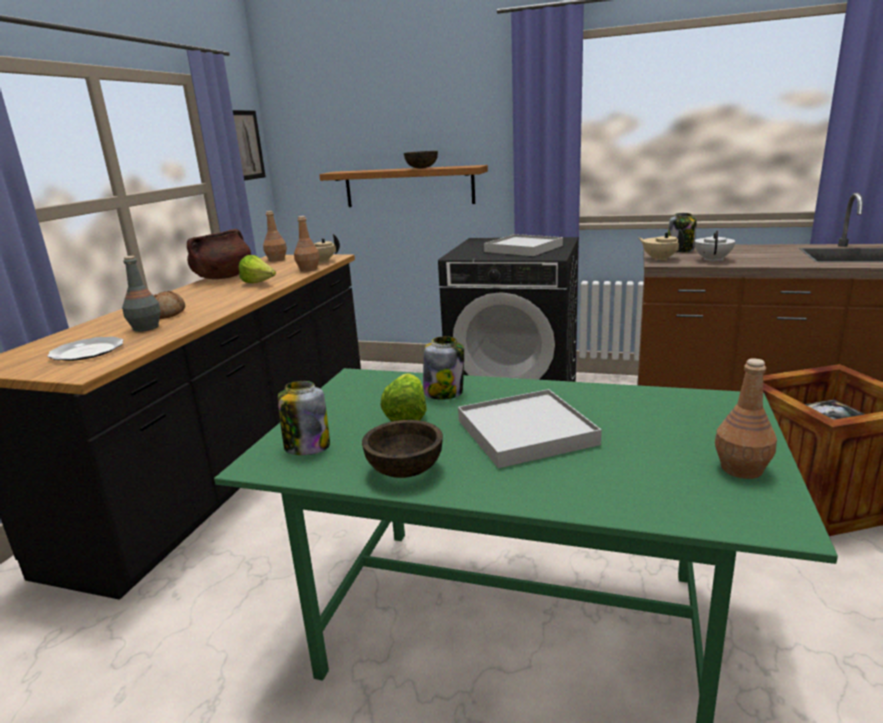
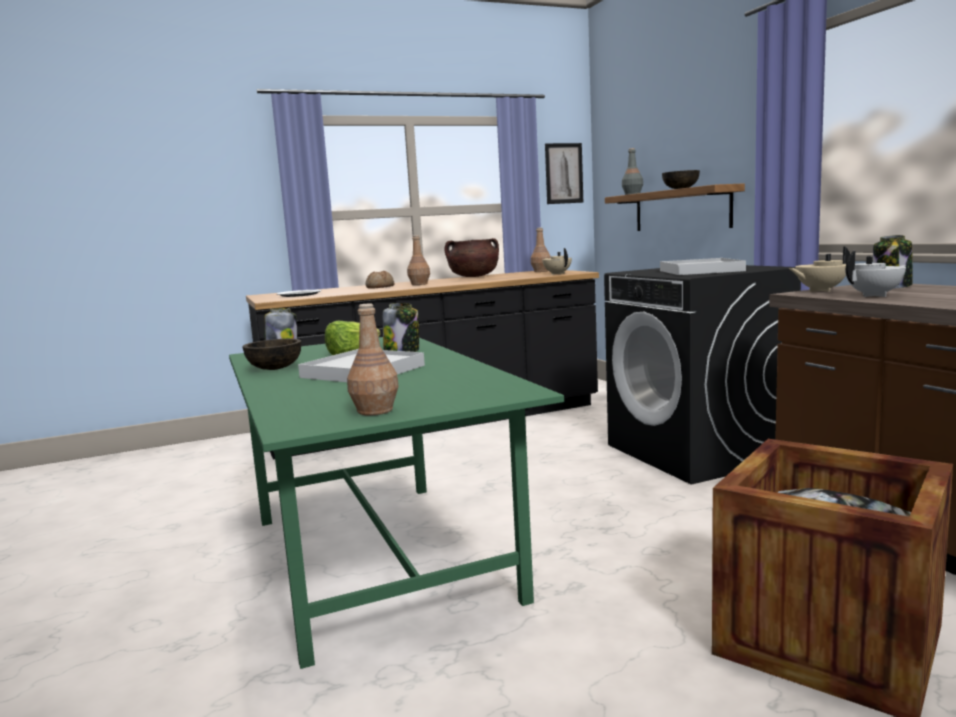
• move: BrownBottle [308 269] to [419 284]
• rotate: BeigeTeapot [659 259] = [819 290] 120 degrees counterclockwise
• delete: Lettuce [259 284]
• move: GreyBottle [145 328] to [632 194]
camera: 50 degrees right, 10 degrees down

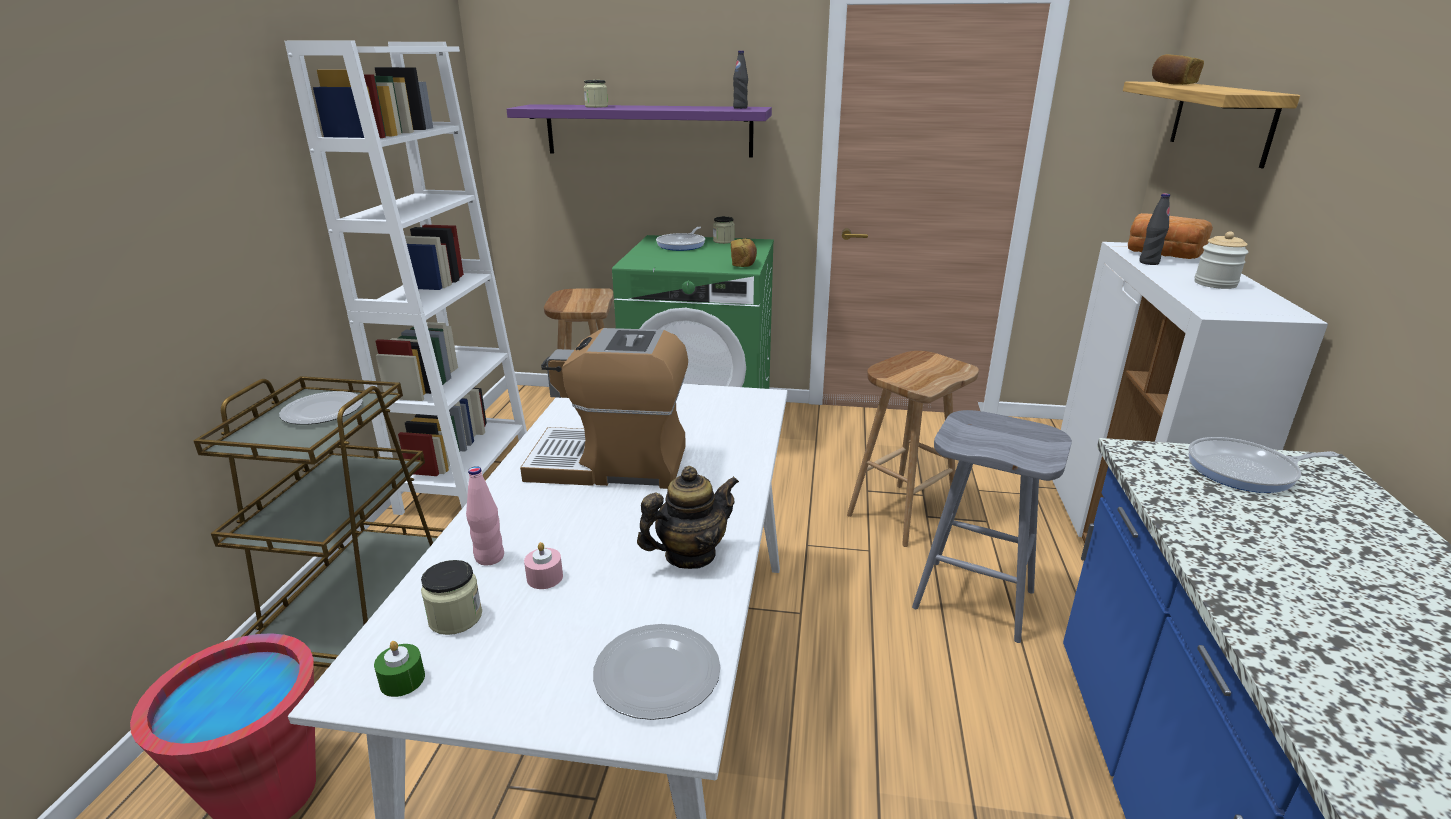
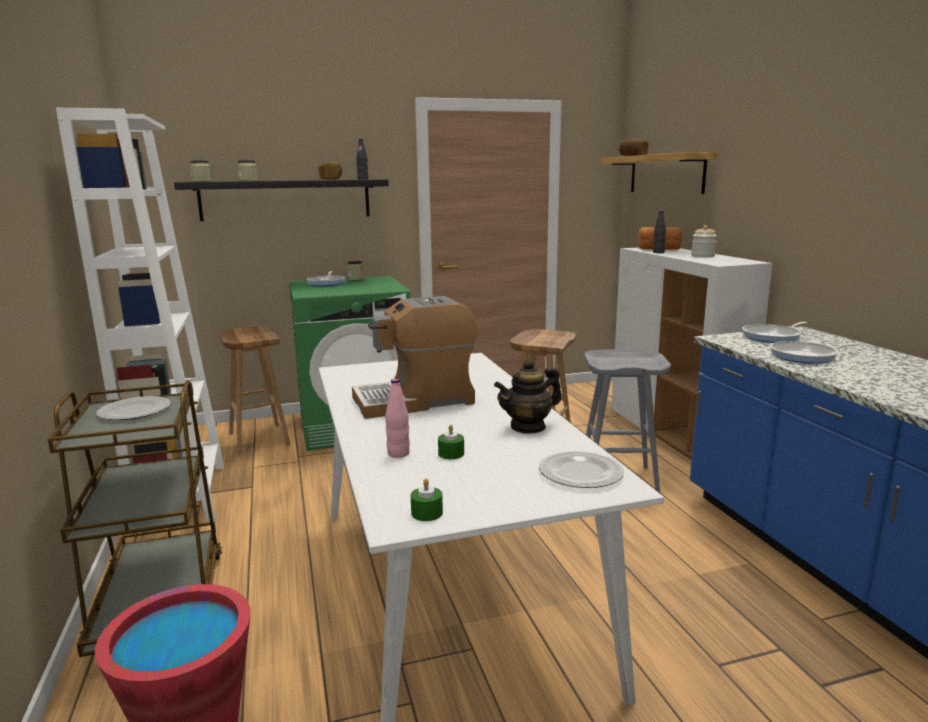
• recolor: PurpleShelf [648 130] to BlackShelf [286 199]
• move: Bread [743 263] to [331 179]
• rotate: Teapot [690 555] = [528 427] 150 degrees counterclockwise
• recolor: PinkCandle [545 577] to GreenCandle [451 453]
• move: Jar [455 617] to [201 181]
• insert: FryingPan [806 356]
camera: 25 degrees left, 10 degrees down

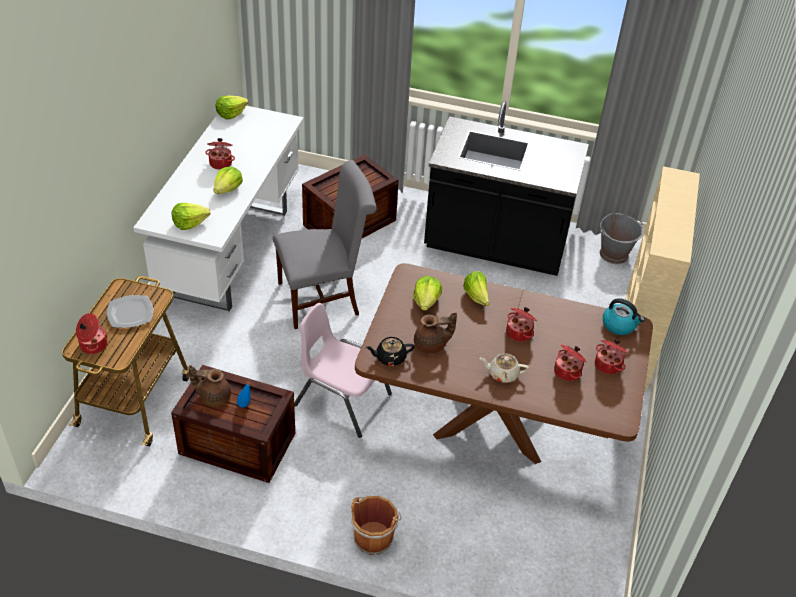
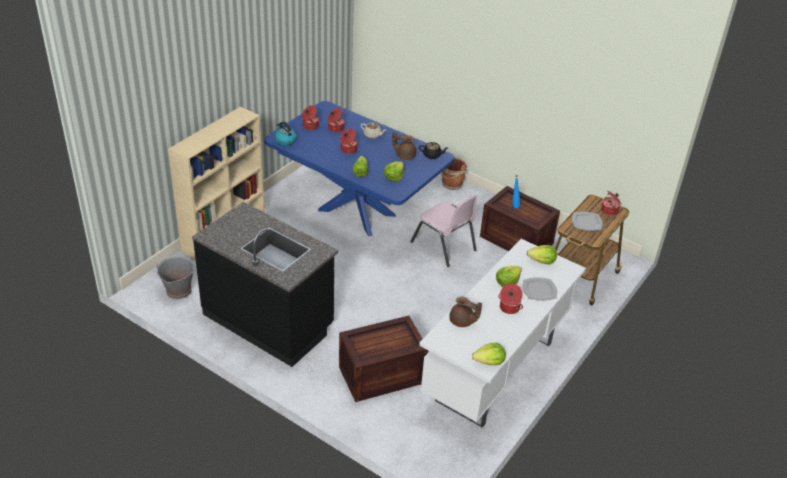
• delete: GreyChair [324 298]
• recolor: BrownDiningTable [493 425] to BlueDiningTable [356 212]
• move: BrownTeapot [213 396] to [462 322]
• insert: Plate [539 290]
camera: 160 degrees left, 5 degrees down

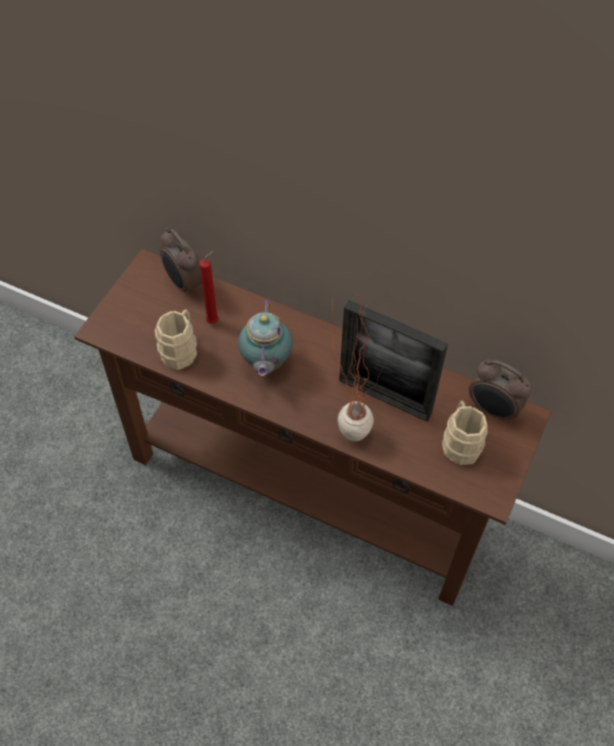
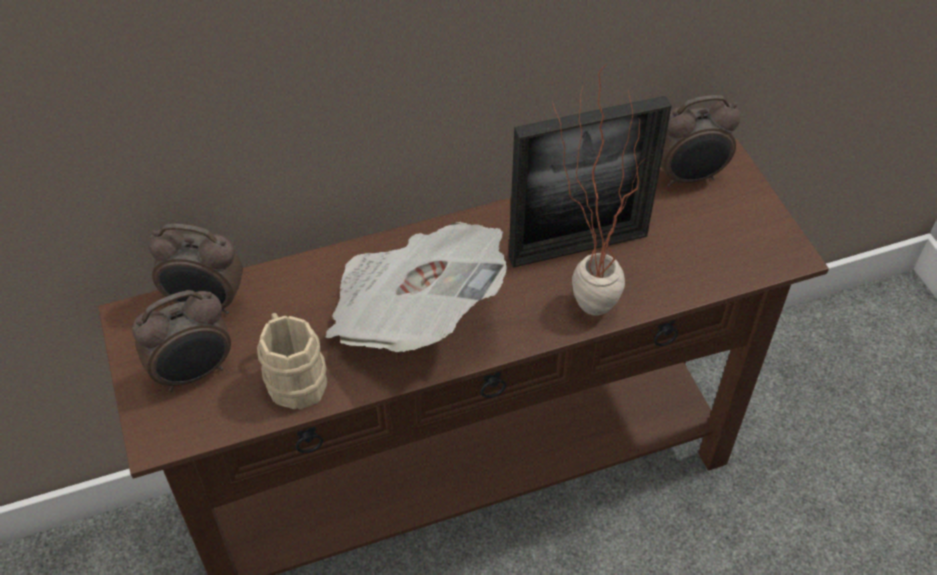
• delete: RedCandle [214 321]
• replace: Teapot [265 364] to Newspaper [413 313]
• delete: BeigeMug [460 442]
• insert: AlarmClock [194 373]
camera: 45 degrees left, 5 degrees down

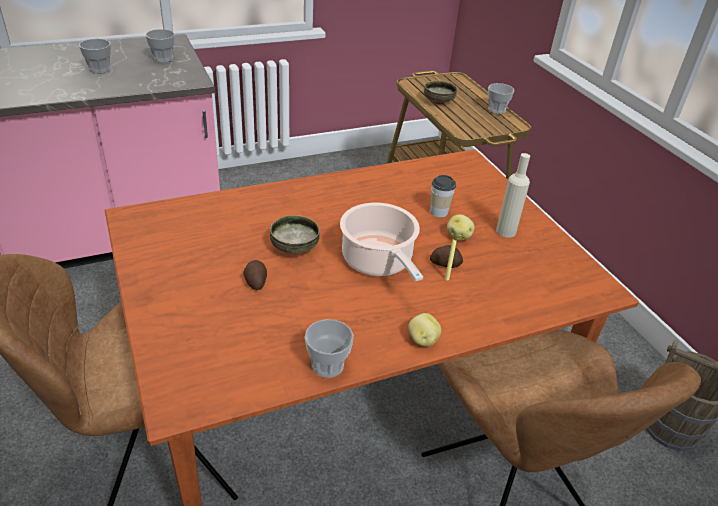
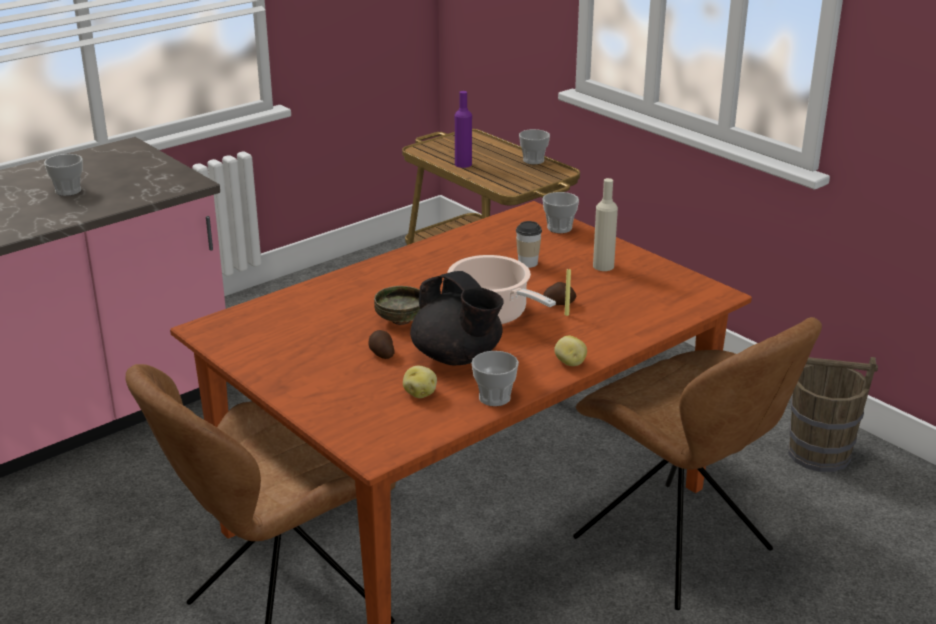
• move: Cup [163 58] to [559 228]
• replace: Bowl [438 102] to PurpleBottle [463 164]
• move: Potato [458 236] to [420 393]
• insert: BlackTeapot [458 357]
camera: 15 degrees left, 10 degrees down

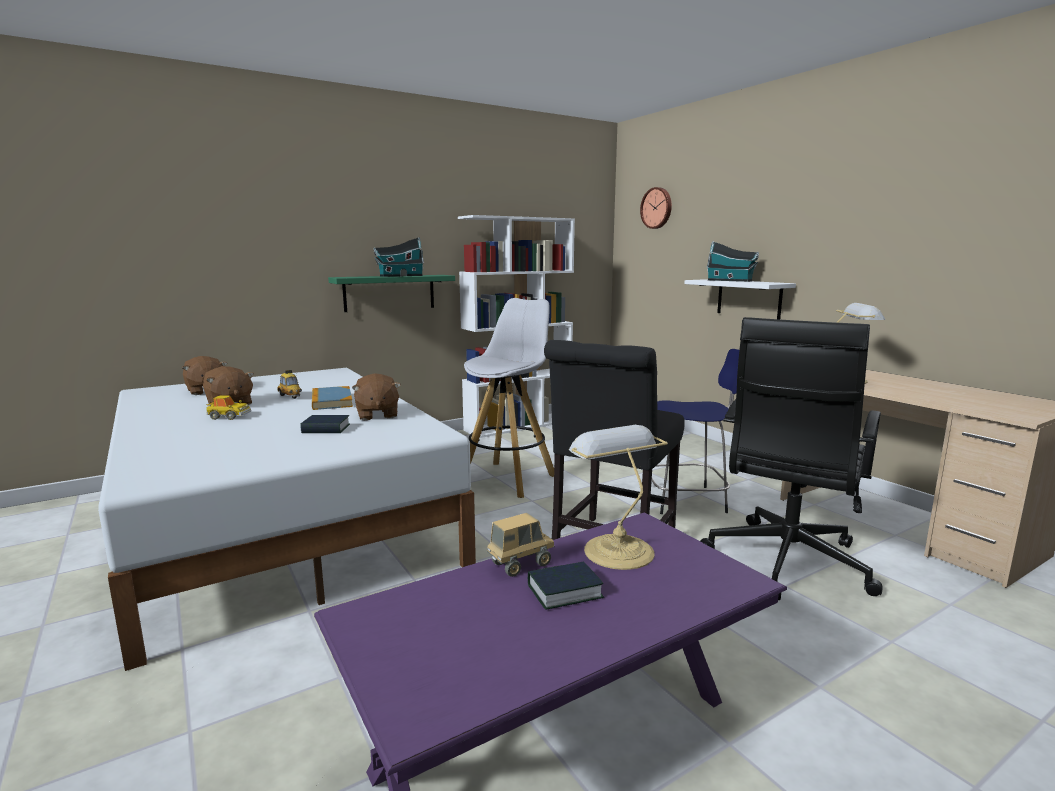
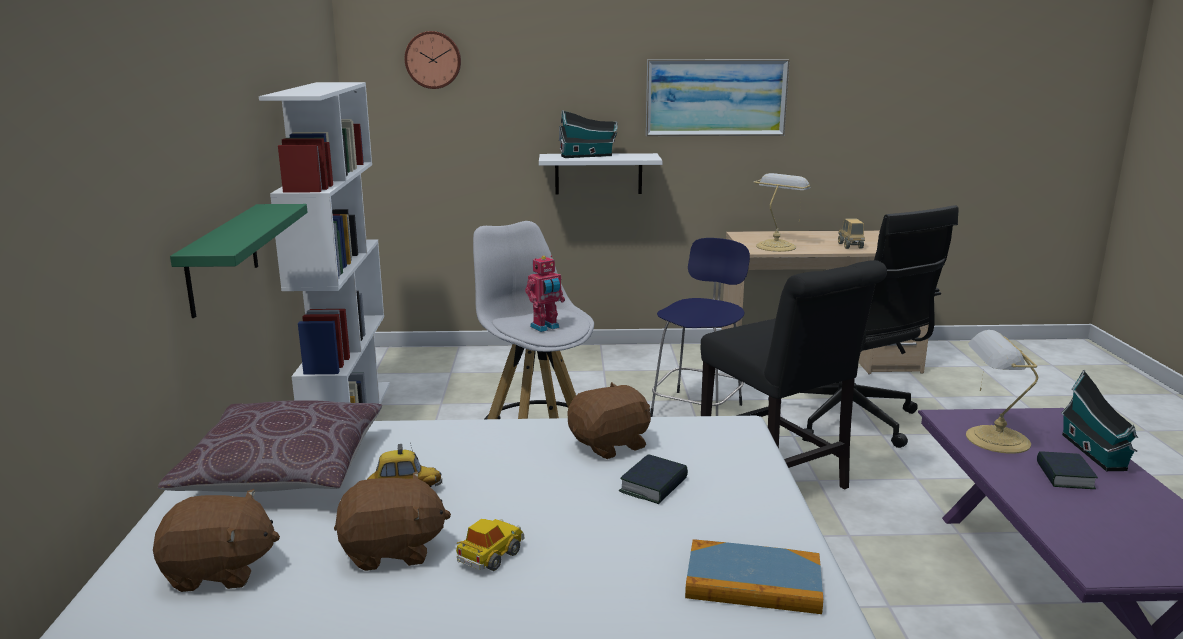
• move: ToyHouse [399 276] to [1095 453]
• rotate: BrownPlushToy [377 415] = [610 445] 45 degrees counterclockwise
• move: Book [331 401] to [753 582]
• move: ToyTruck [520 564] to [850 246]
• insert: Picture [716 97]
• insert: ToyRobot [546 327]
• insert: BrownPillow [284 471]
camera: 60 degrees left, 5 degrees up

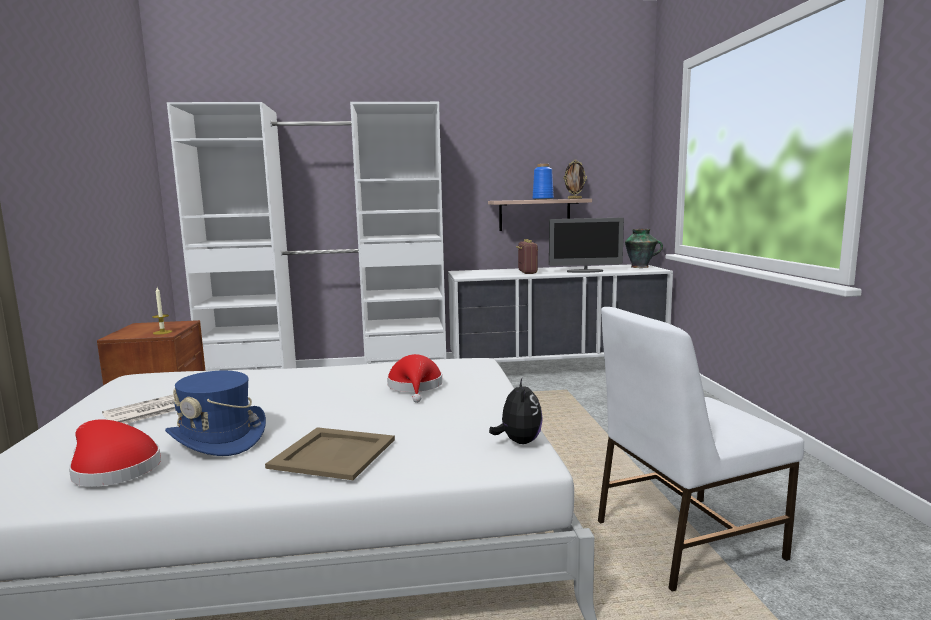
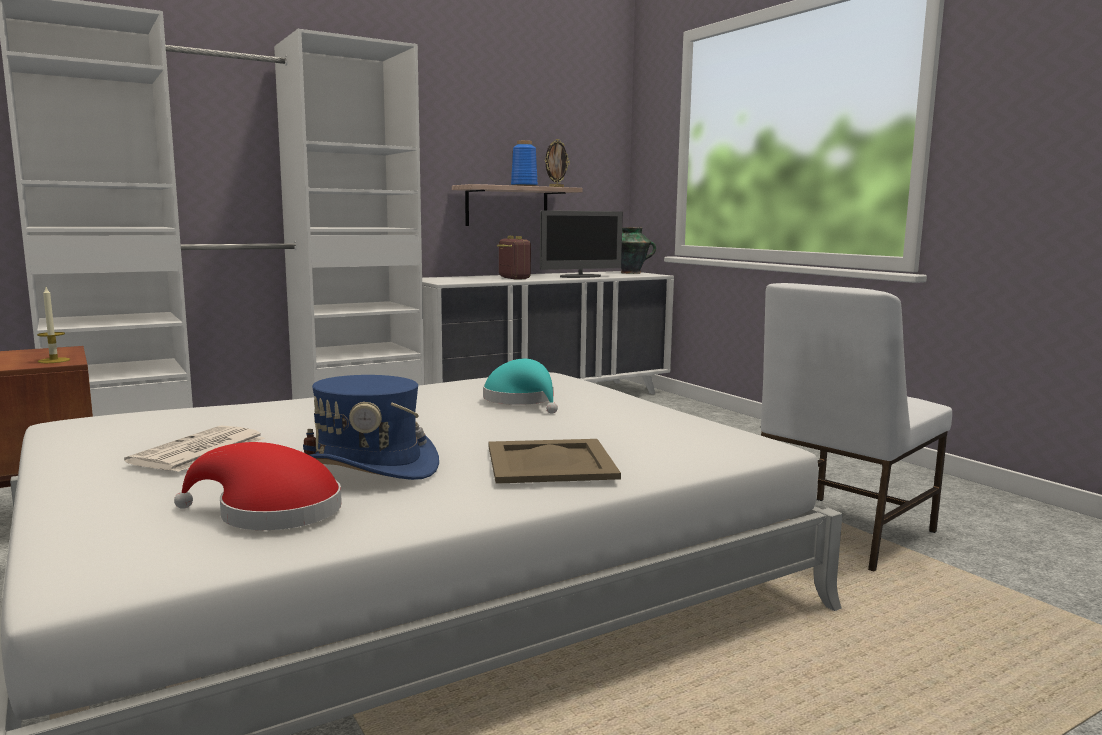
• recolor: RedHat [415 387] to TurquoiseHat [522 401]
• delete: PlushToy [518 442]
camera: 25 degrees left, 0 degrees up

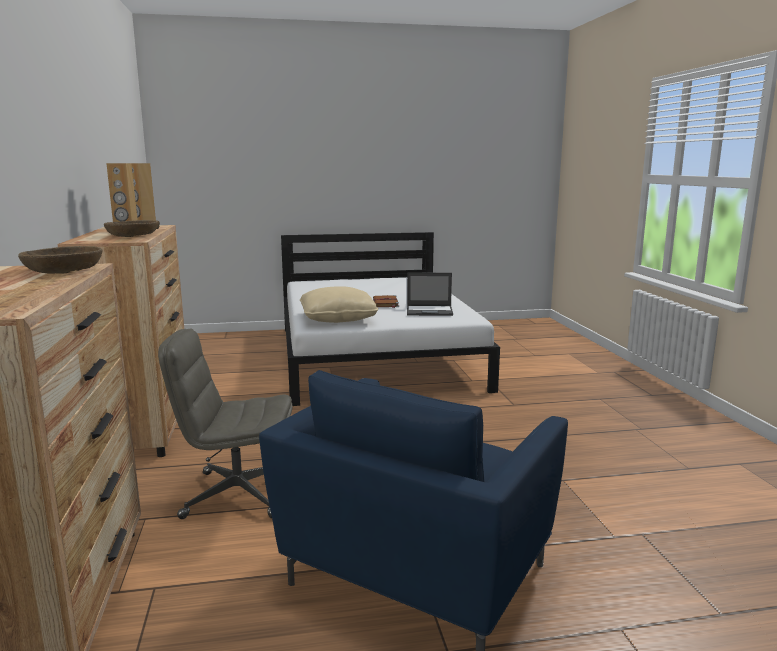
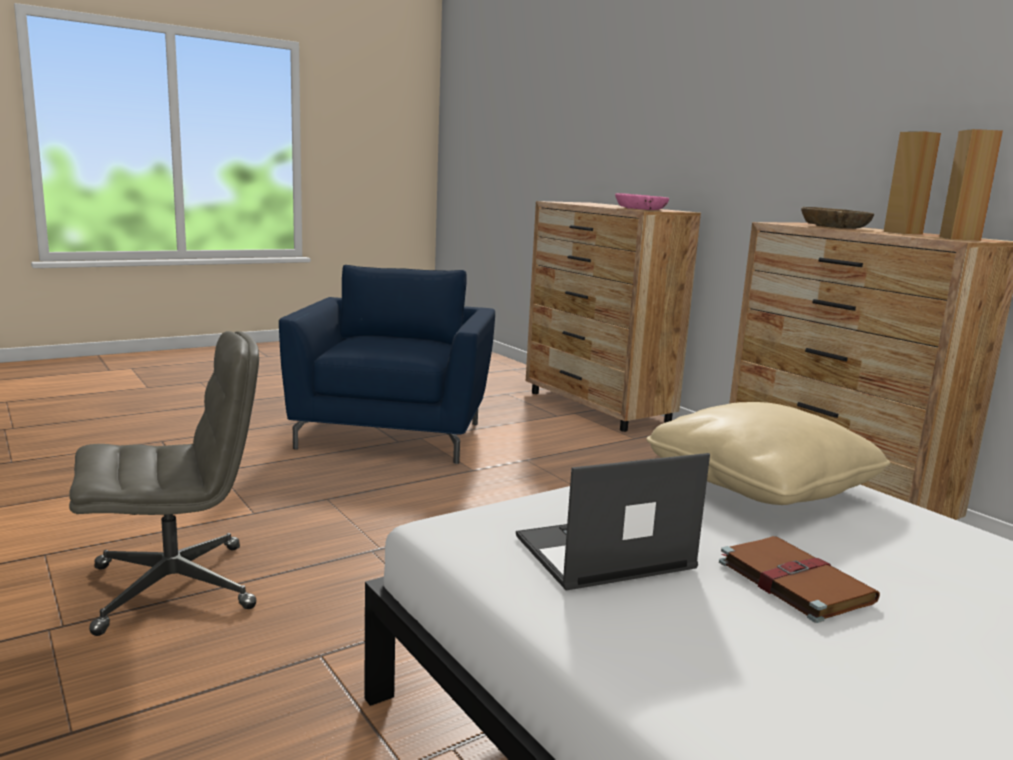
• recolor: BrownBowl [64 270] to PinkBowl [641 209]
• move: GreyOfficeChair [236 495] to [176 587]
camera: 155 degrees right, 0 degrees up

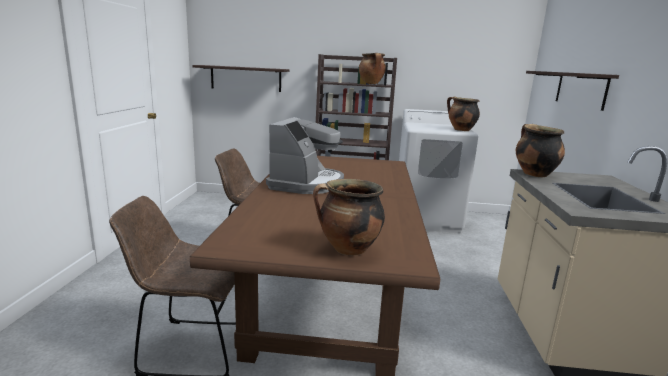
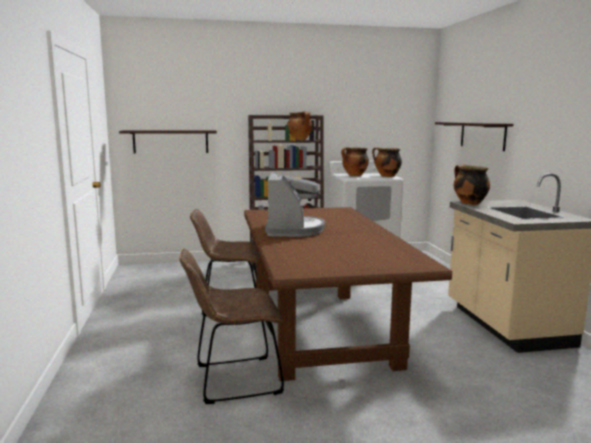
• move: CookingPot [348 249] to [354 175]
camera: 15 degrees left, 5 degrees down

